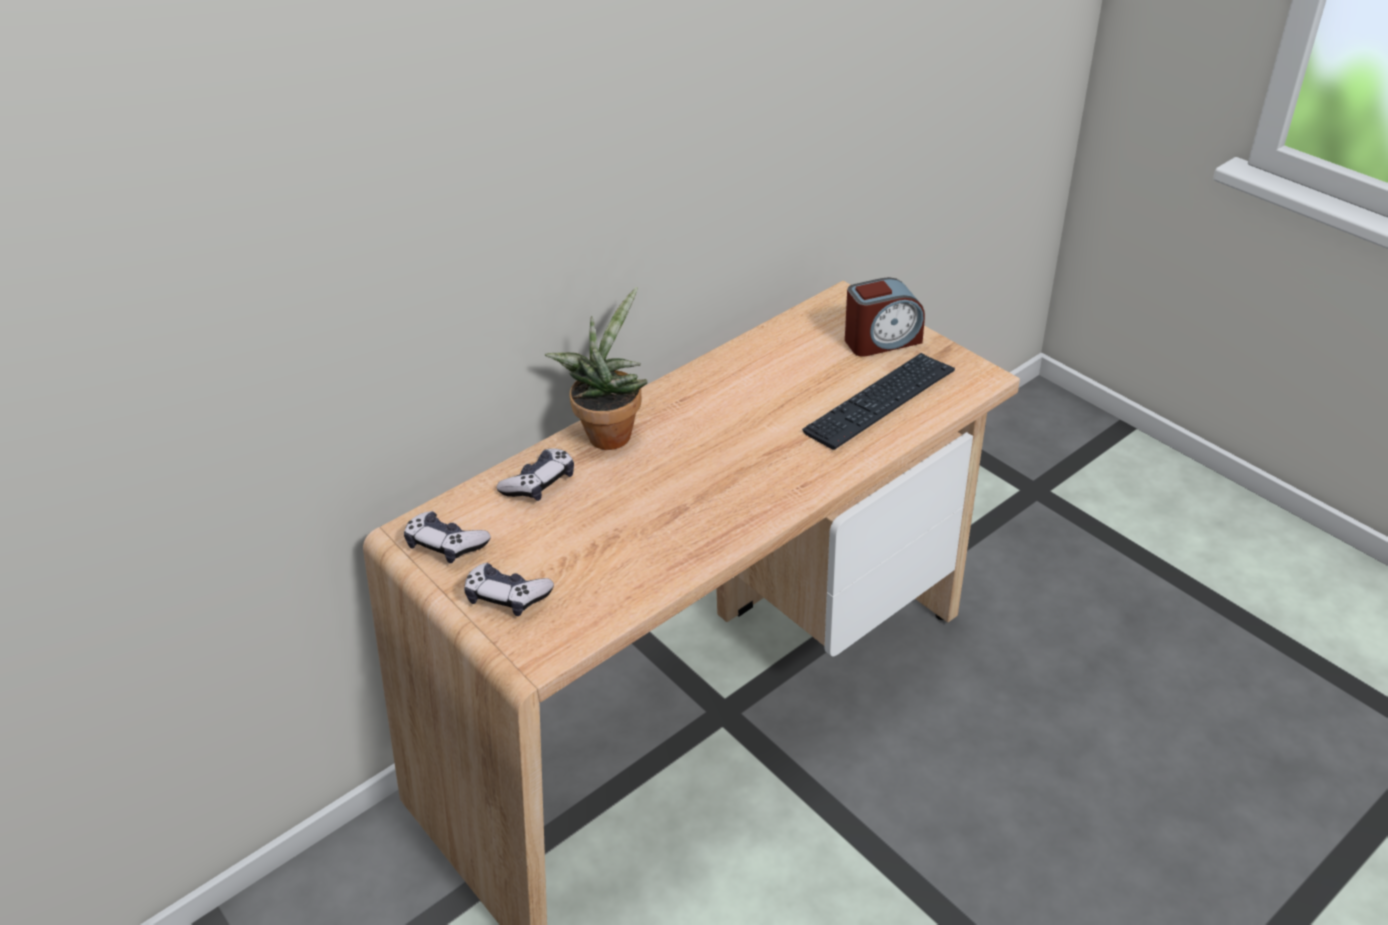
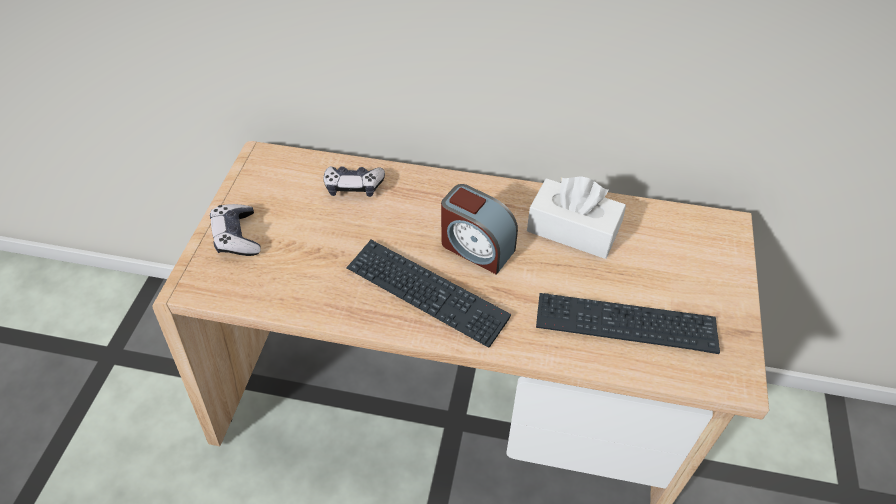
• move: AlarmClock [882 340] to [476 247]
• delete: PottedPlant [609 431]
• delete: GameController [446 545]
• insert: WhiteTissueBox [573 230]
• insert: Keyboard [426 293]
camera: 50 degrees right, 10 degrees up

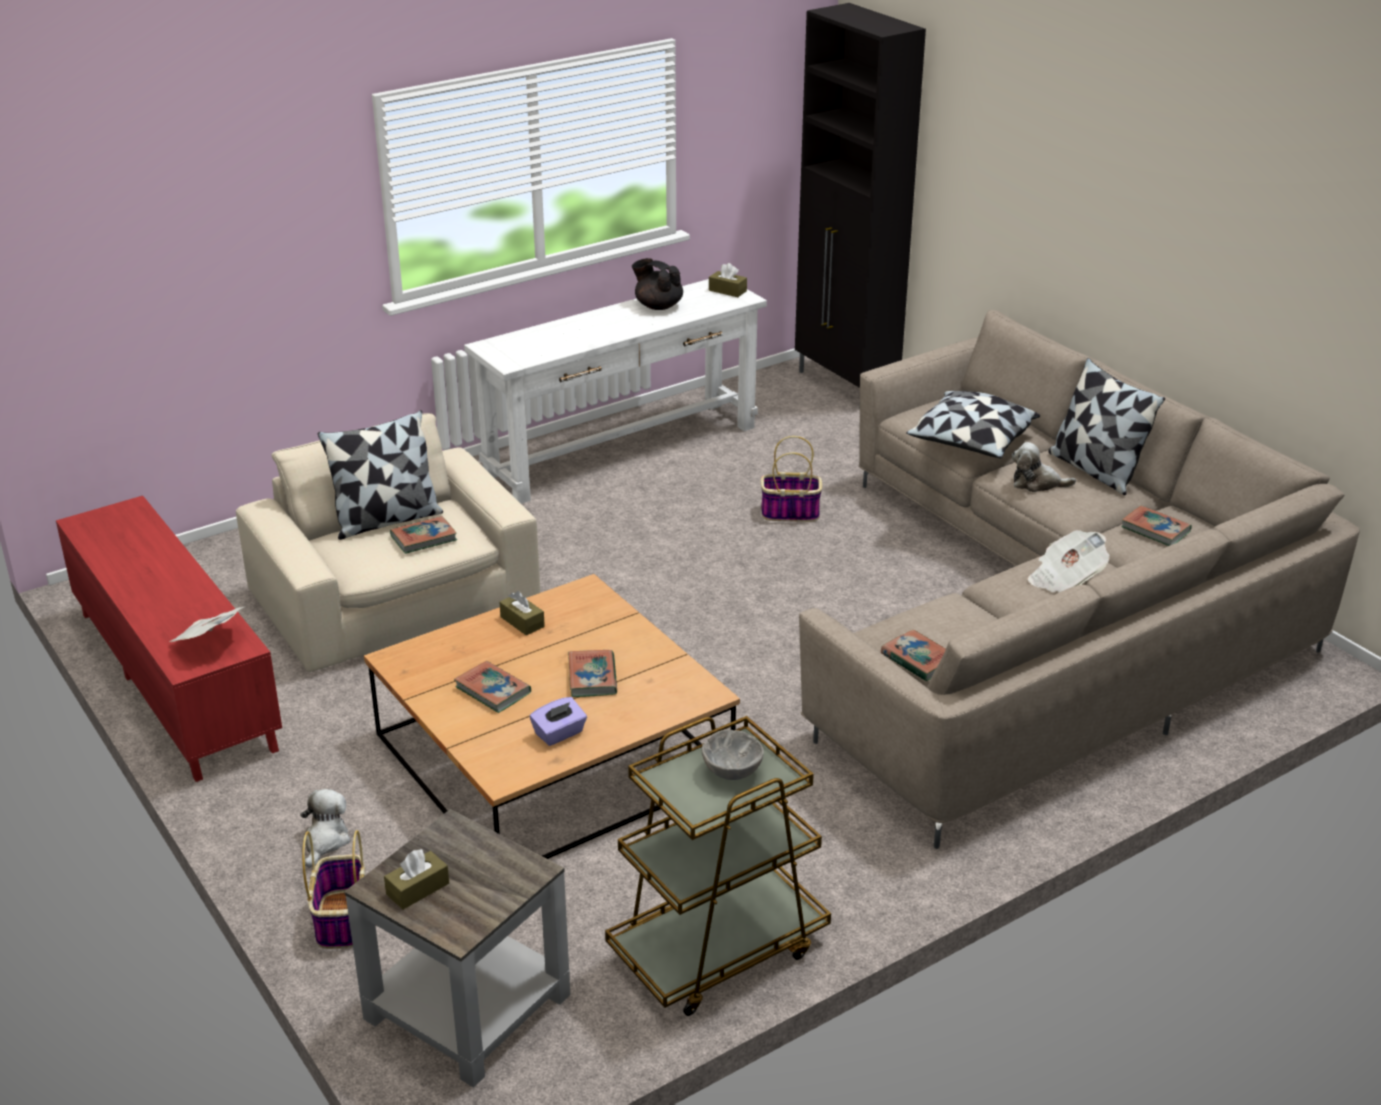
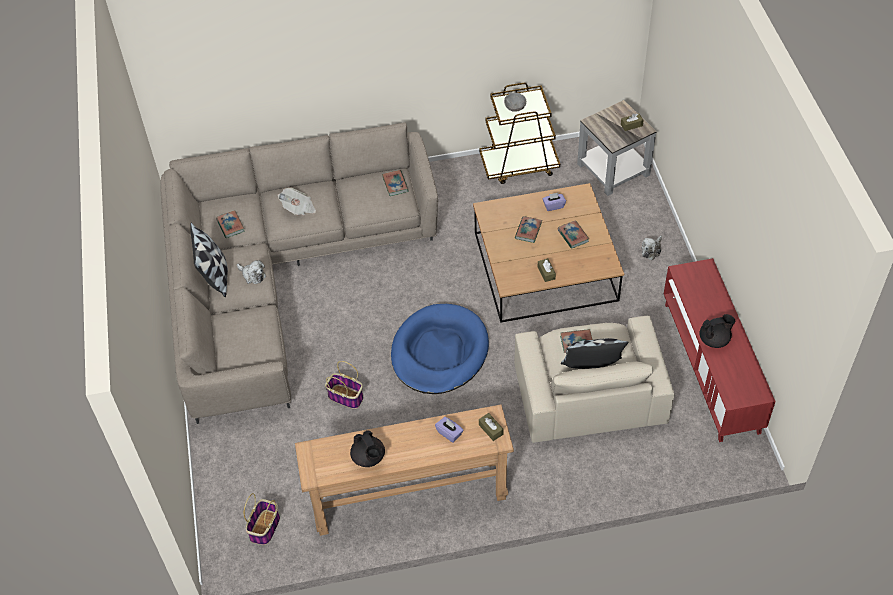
• delete: BlackCabinet [846 385]
• move: BrownTissueBox [727 291] to [491 429]
• recolor: WhiteConsoleTable [622 450] to BrownConsoleTable [409 496]
• delete: Pillow [971 442]
• delete: Newspaper [210 641]
• move: Basket [341 919] to [265 528]
• insert: BlueDogBed [439 352]
• insert: BlackTeapot [714 340]
• insert: PurpleTissueBox [449 433]
camera: 155 degrees left, 20 degrees up

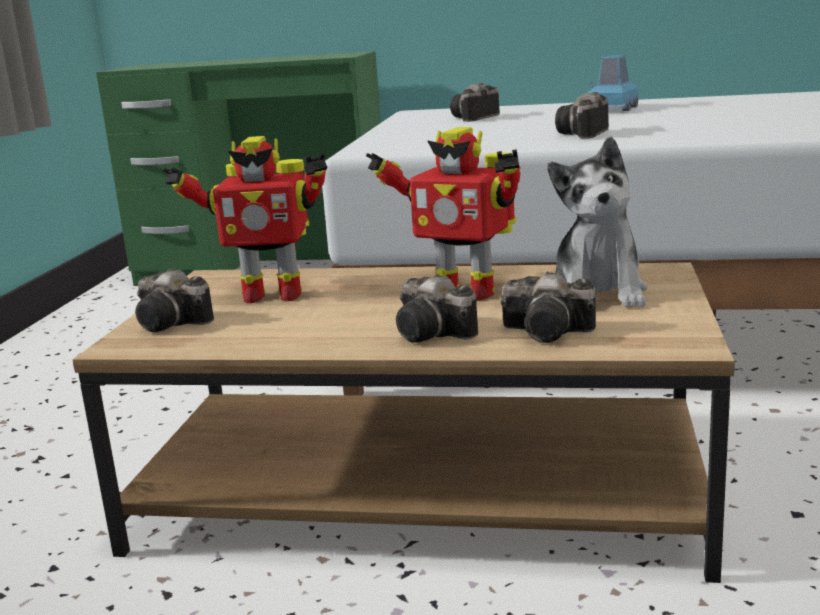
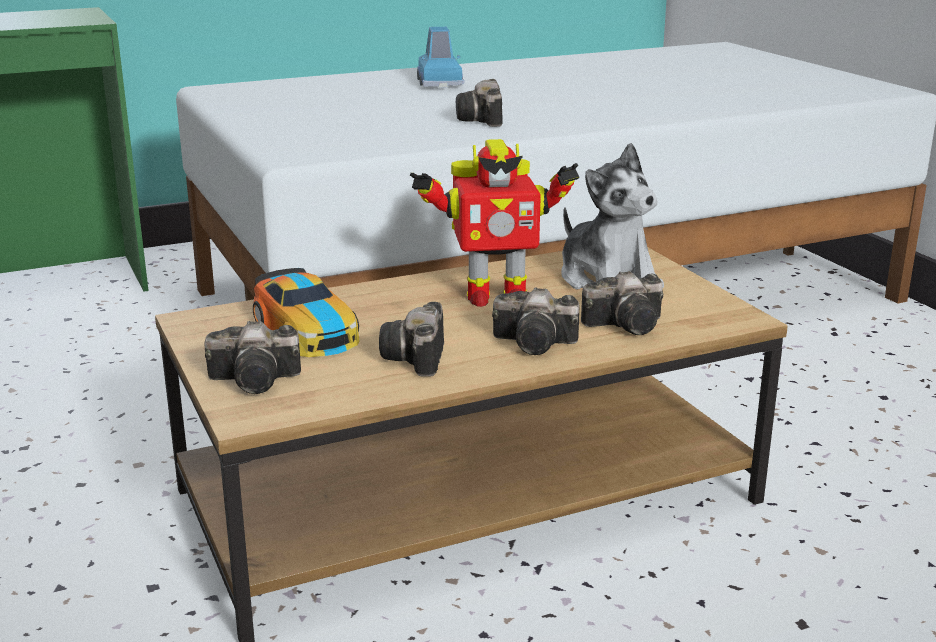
• move: PhotoCamera [473 118] to [417 359]
• replace: ToyRobot [270 295] to ToyCar [307 331]
camera: 35 degrees left, 5 degrees up

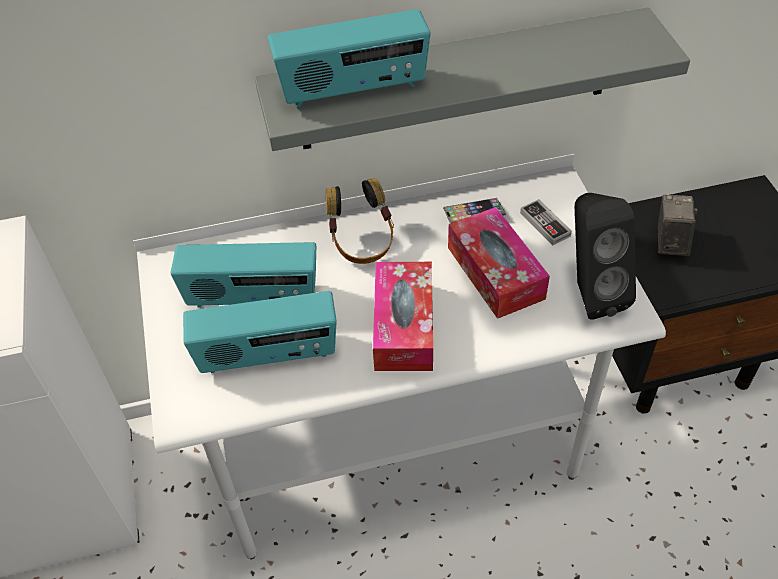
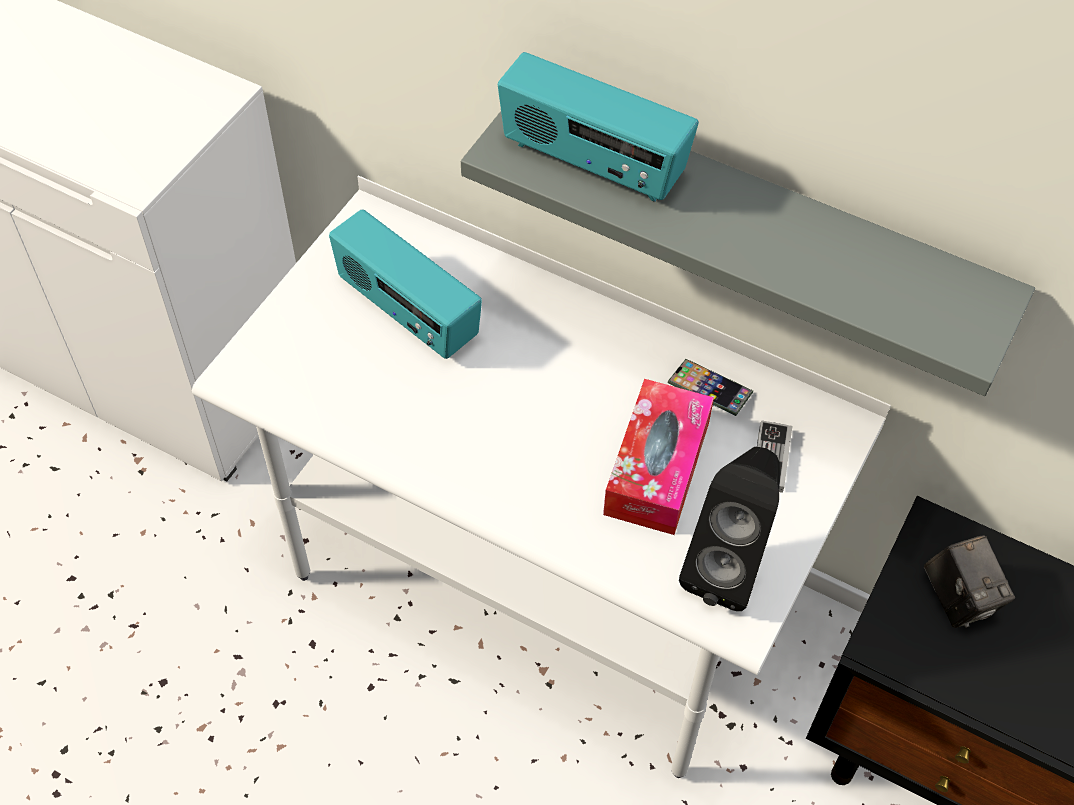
• delete: Headphones [362 242]
• rotate: PhotoCamera [670 242] = [958 598] 105 degrees clockwise
• delete: TissueBox [403 326]
• delete: Radio [268 355]
camera: 40 degrees right, 5 degrees up

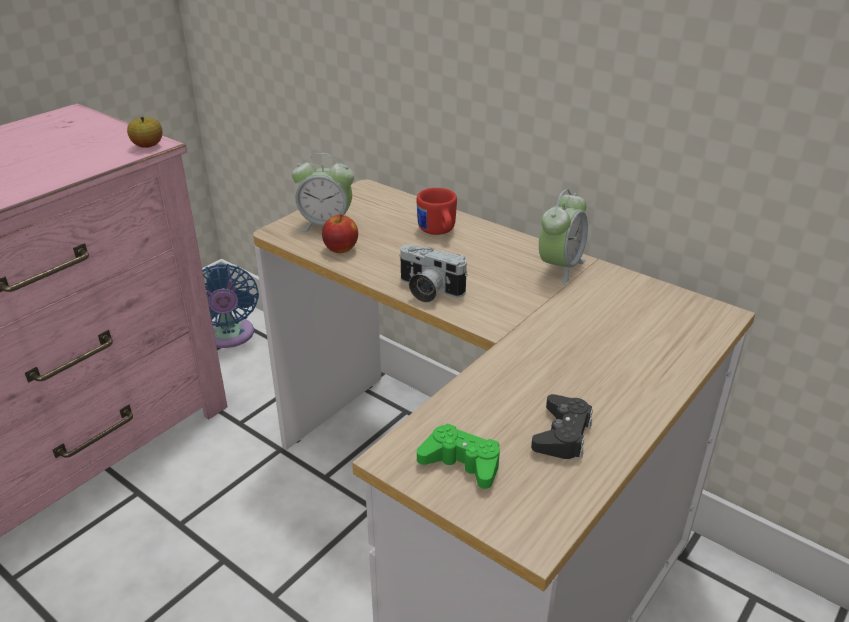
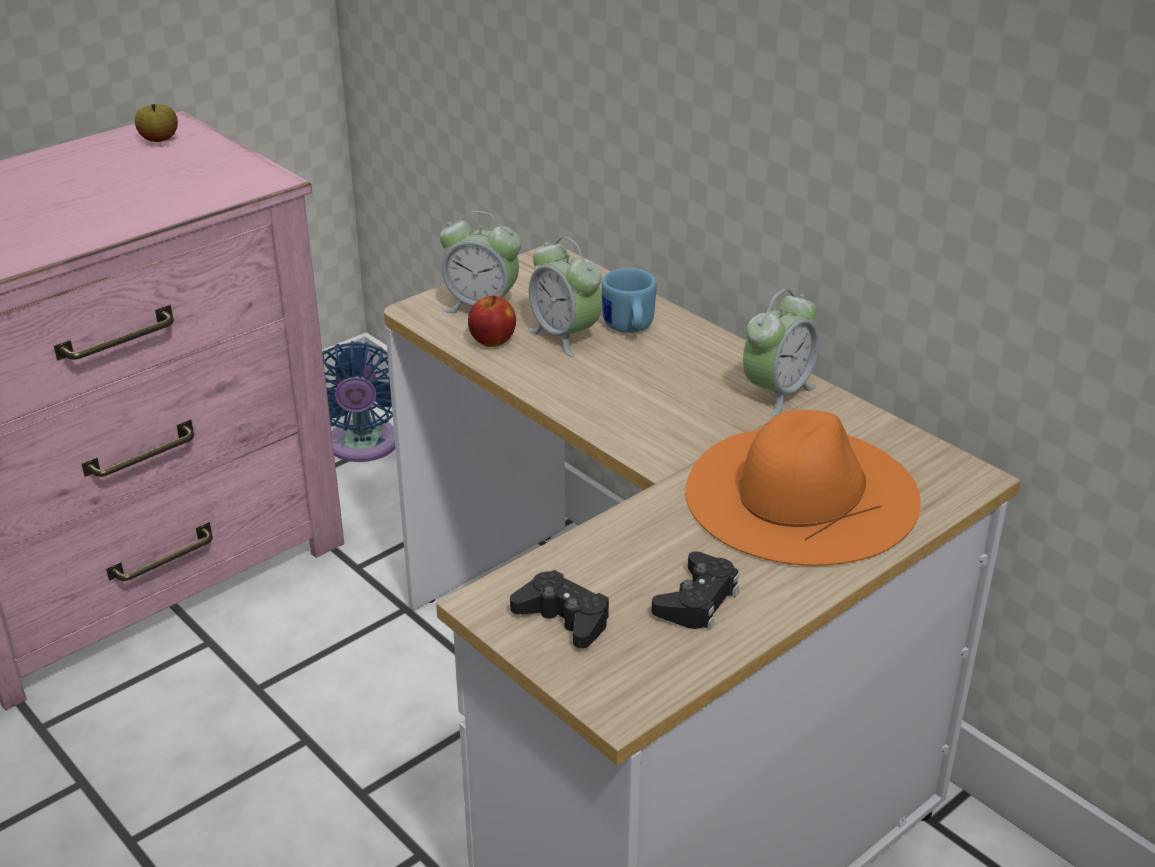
• move: Apple [148 146] to [159 140]
• recolor: RedMug [438 232] to BlueMug [629 329]
• delete: PhotoCamera [427 290]
• recolor: GreenGameController [461 463] to BlackGameController [563 618]
• insert: AlarmClock [565 336]
• insert: OrangeHat [801 493]
camera: 10 degrees right, 0 degrees up

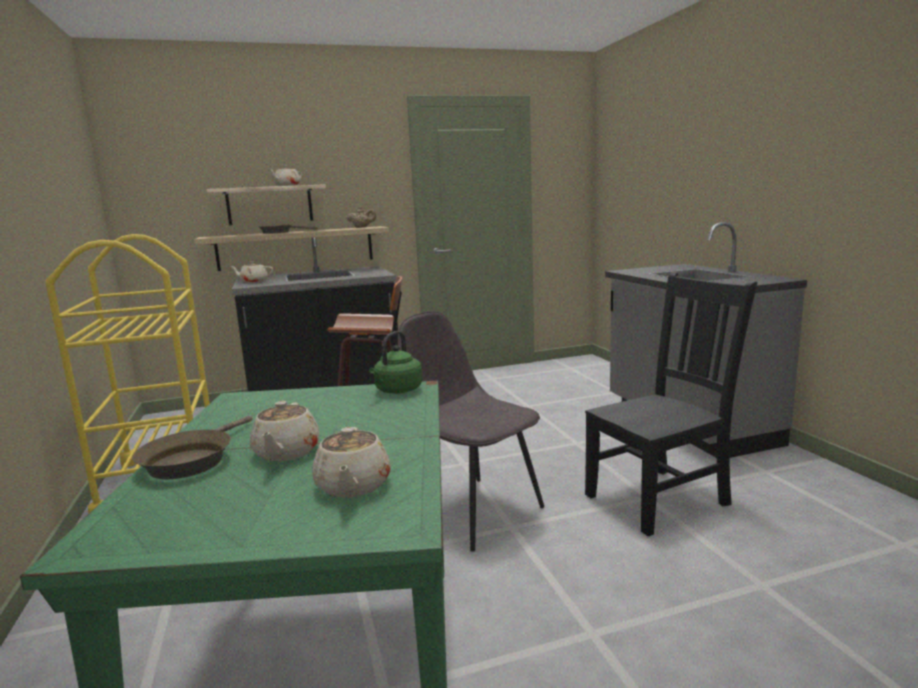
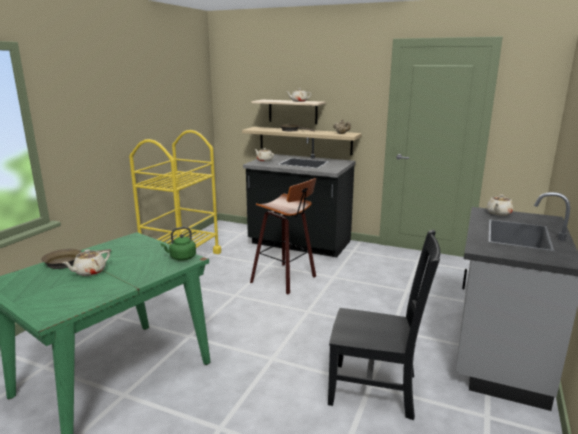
• delete: GreyChair [473 510]
• move: BeigeTeapot [353 486] to [498 213]
camera: 40 degrees right, 5 degrees up

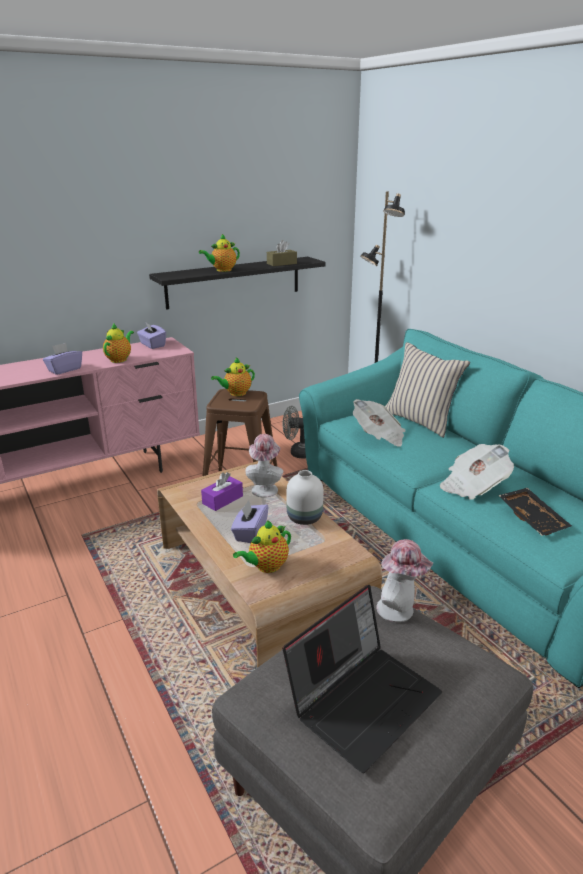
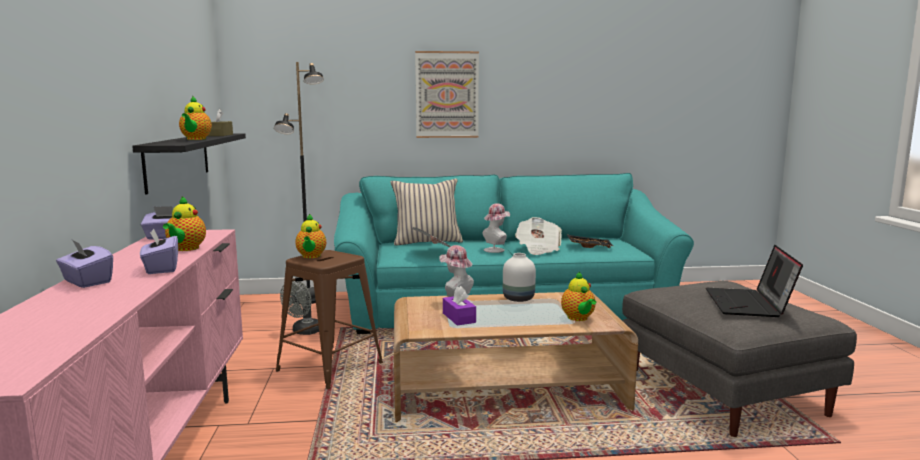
• rotate: Teapot [120 359] = [185 249] 135 degrees counterclockwise
• move: PurpleTissueBox [250 533] to [86 282]
• move: Hat [400 610] to [496 249]
• rotate: Laptop [363 699] = [749 304] 150 degrees counterclockwise
• insert: Picture [447 95]
camera: 65 degrees left, 15 degrees down

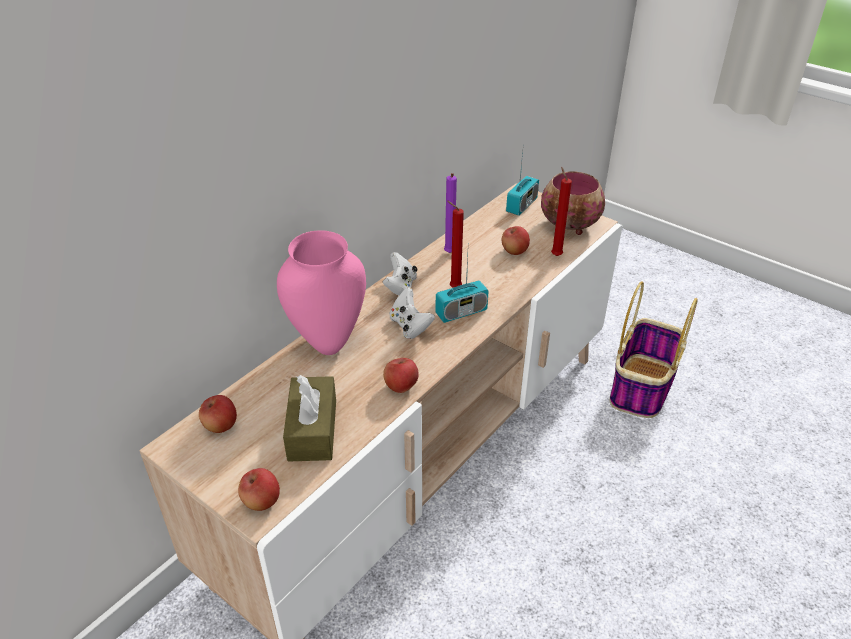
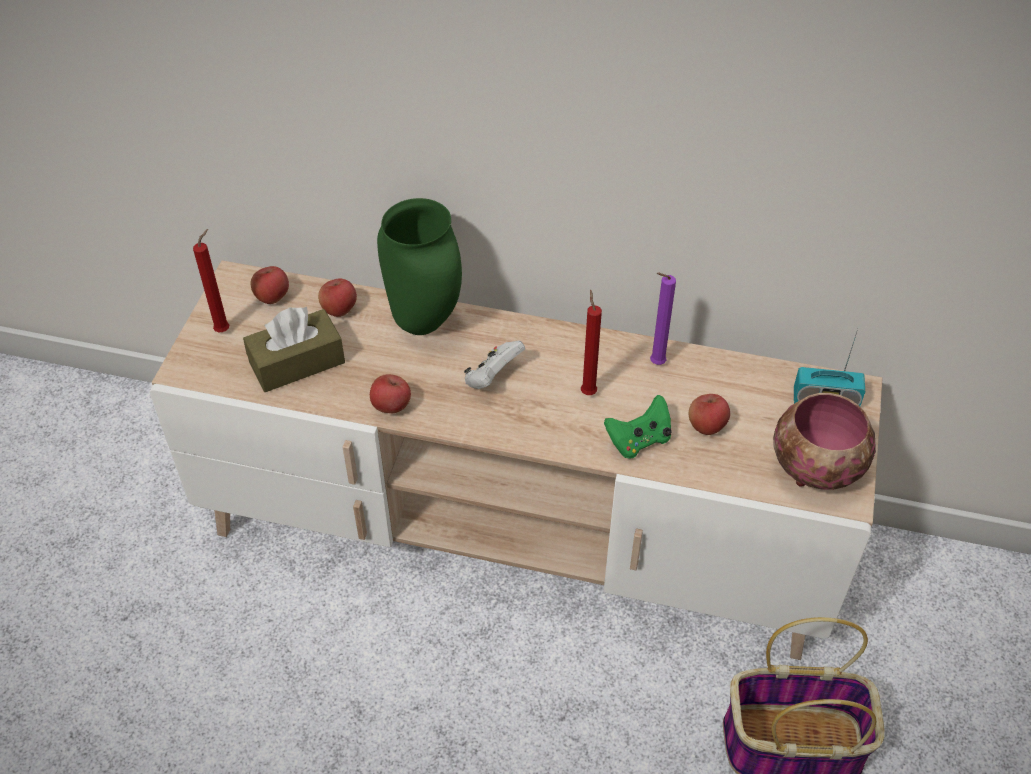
• move: RedCandle [555 255] to [224 329]
• recolor: PinkVase [328 343] to GreenVase [426 322]
• delete: WhiteGameController [401 288]
• delete: Radio [461 312]
• move: Apple [261 501] to [339 309]
• insert: GreenGameController [639 440]
camera: 65 degrees right, 10 degrees up

